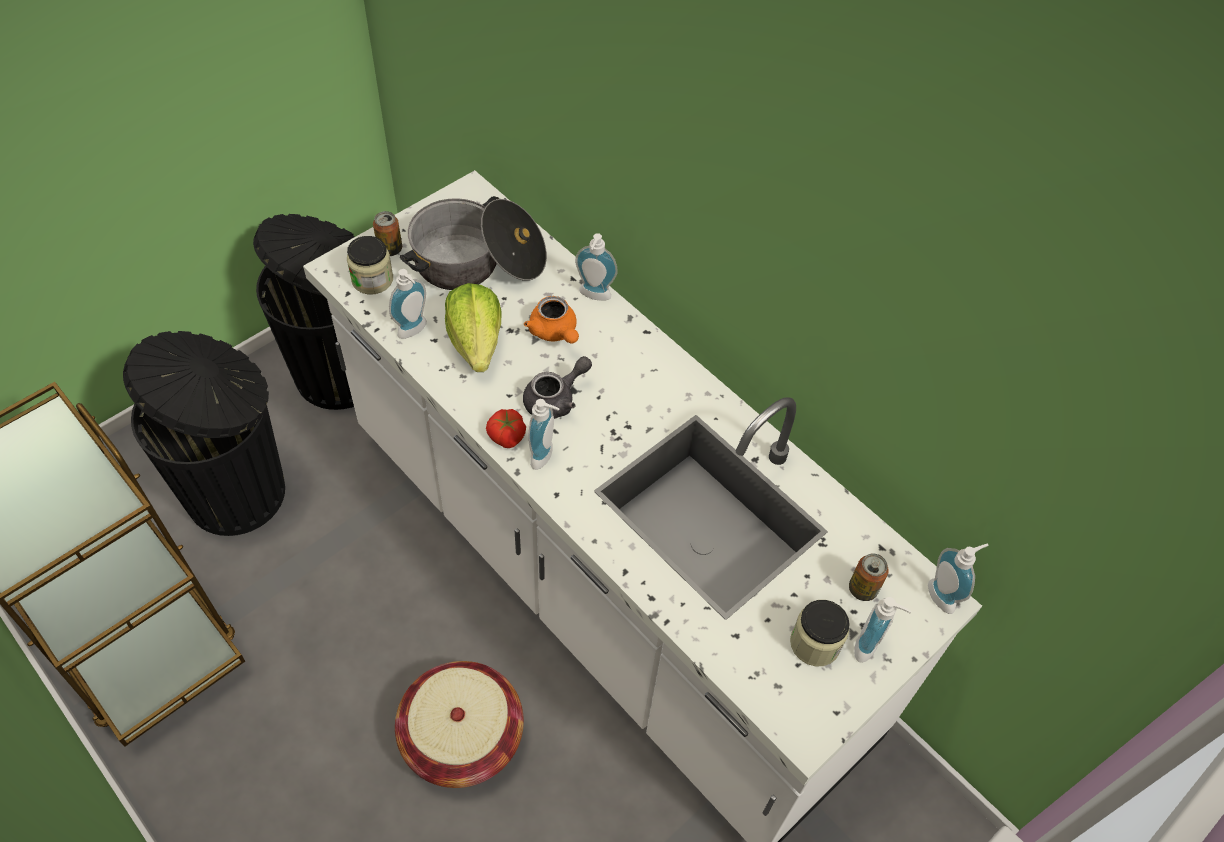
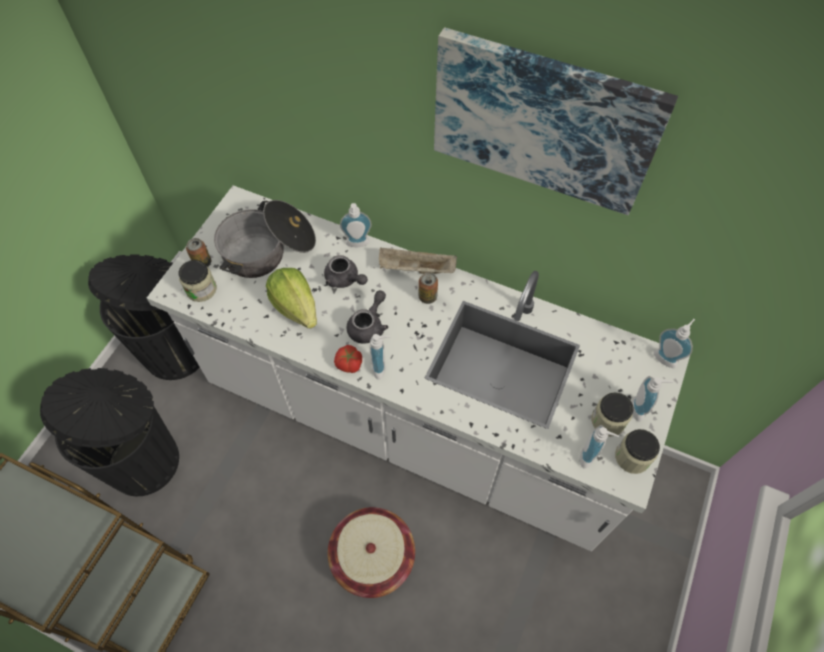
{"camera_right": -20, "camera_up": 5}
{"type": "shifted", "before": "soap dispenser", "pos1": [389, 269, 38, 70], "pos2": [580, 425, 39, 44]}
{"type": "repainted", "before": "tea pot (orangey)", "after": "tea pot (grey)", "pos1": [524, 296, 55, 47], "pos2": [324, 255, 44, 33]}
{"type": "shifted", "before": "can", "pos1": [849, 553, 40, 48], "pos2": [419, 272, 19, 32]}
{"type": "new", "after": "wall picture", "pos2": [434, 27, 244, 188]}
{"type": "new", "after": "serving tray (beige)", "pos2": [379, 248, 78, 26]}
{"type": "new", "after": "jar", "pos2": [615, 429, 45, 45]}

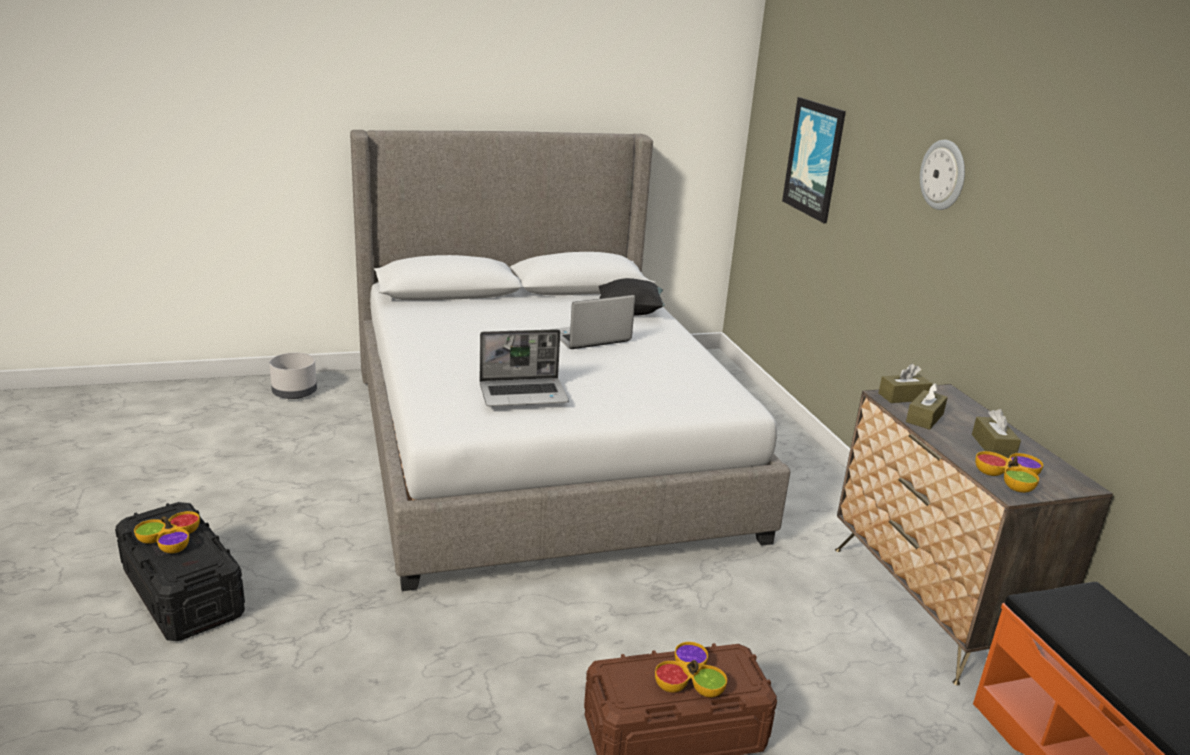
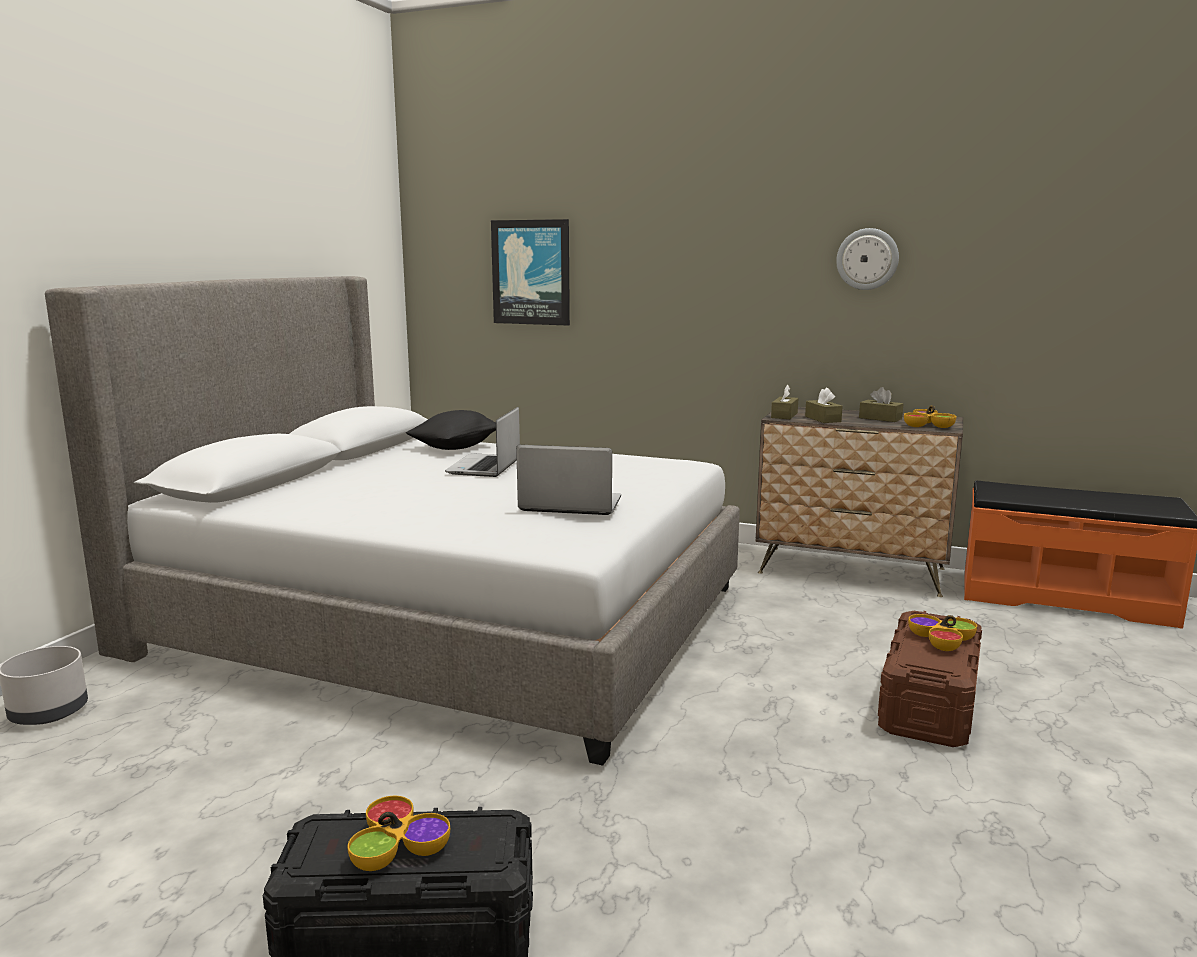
{"camera_right": -50, "camera_up": -10}
{"type": "shifted", "before": "wall clock", "pos1": [920, 140, 45, 70], "pos2": [836, 228, 63, 62]}
{"type": "rotated", "before": "laptop", "pos1": [480, 329, 89, 77], "pos2": [516, 445, 105, 70], "turn": -105}

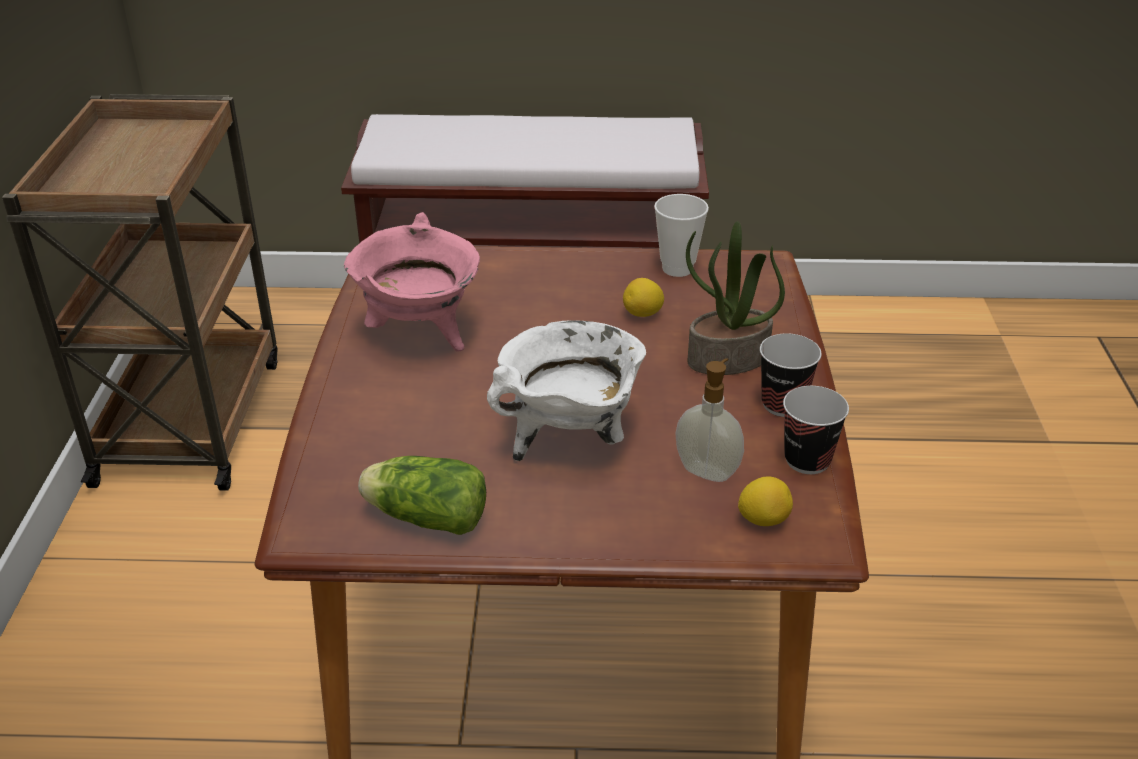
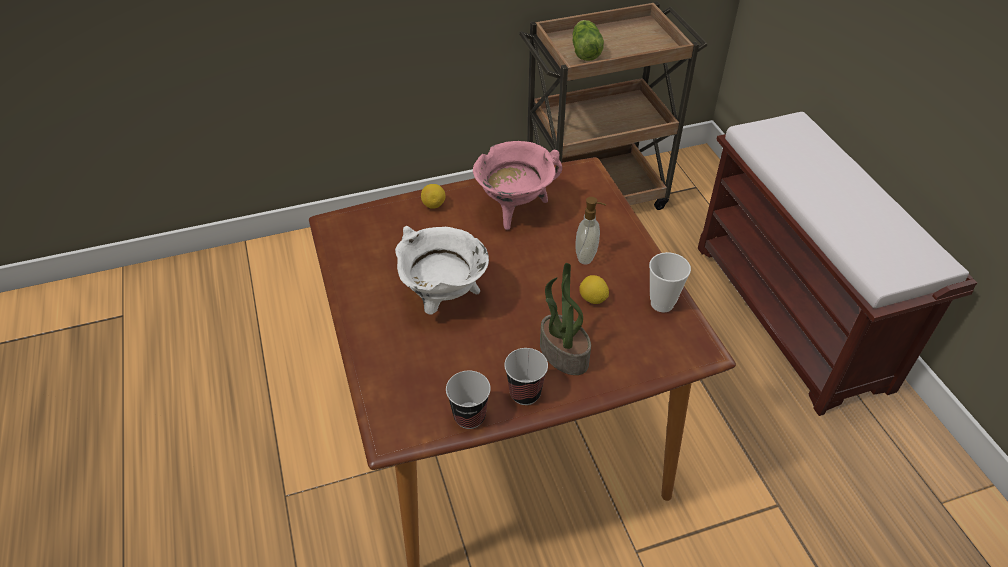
{"camera_right": 70, "camera_up": 10}
{"type": "shifted", "before": "soap dispenser", "pos1": [675, 358, 69, 124], "pos2": [576, 197, 30, 67]}
{"type": "shifted", "before": "lettuce head", "pos1": [358, 456, 128, 79], "pos2": [572, 20, 32, 41]}
{"type": "shifted", "before": "lemon", "pos1": [738, 476, 55, 50], "pos2": [421, 184, 24, 25]}

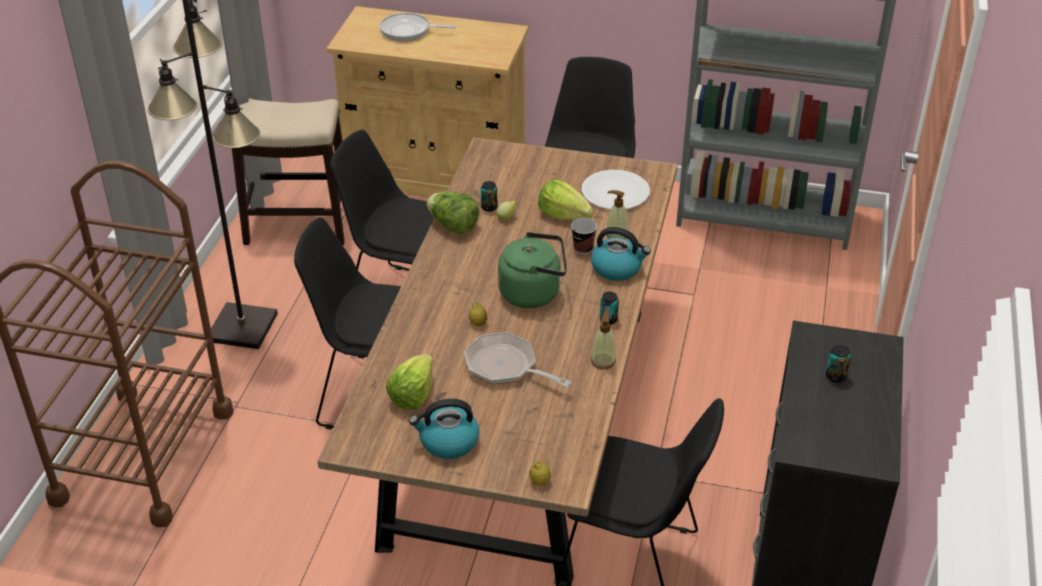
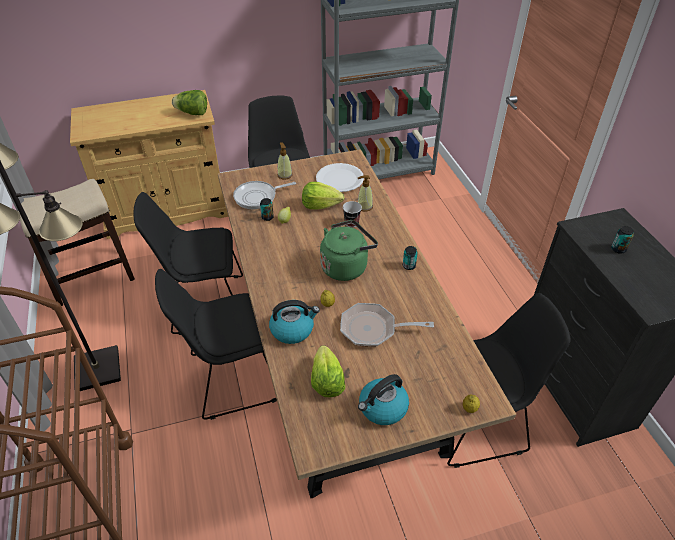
{"camera_right": -30, "camera_up": 5}
{"type": "shifted", "before": "skillet", "pos1": [379, 13, 77, 28], "pos2": [233, 181, 63, 28]}
{"type": "shifted", "before": "lettuce head", "pos1": [427, 192, 52, 43], "pos2": [172, 90, 35, 25]}
{"type": "shifted", "before": "kettle", "pos1": [591, 227, 60, 54], "pos2": [269, 300, 51, 44]}
{"type": "shifted", "before": "soap dispenser", "pos1": [591, 310, 25, 59], "pos2": [277, 142, 15, 38]}

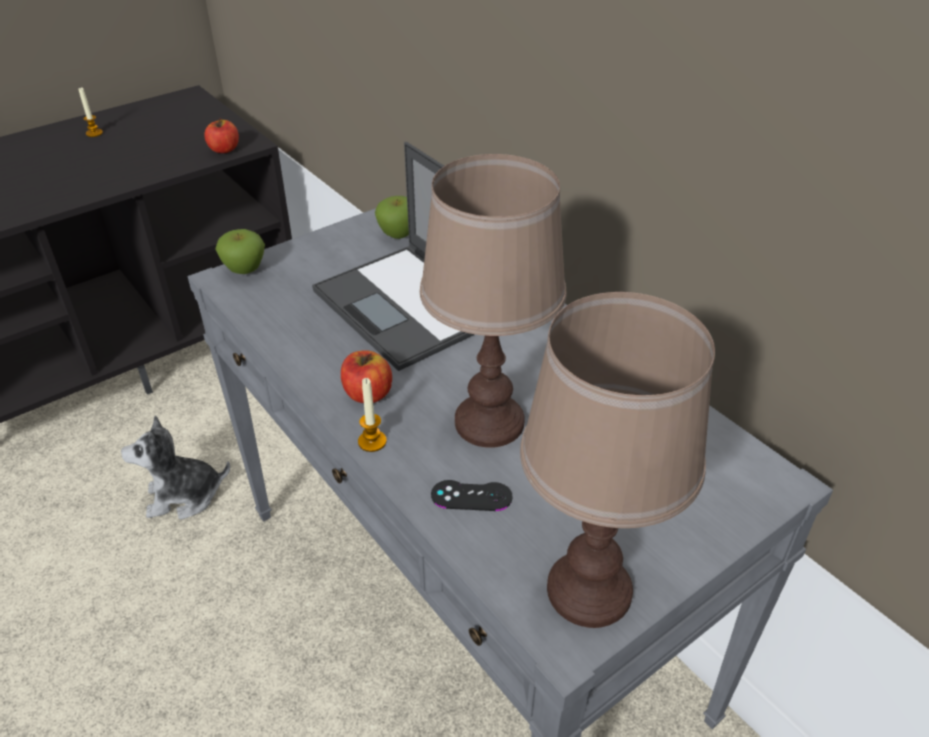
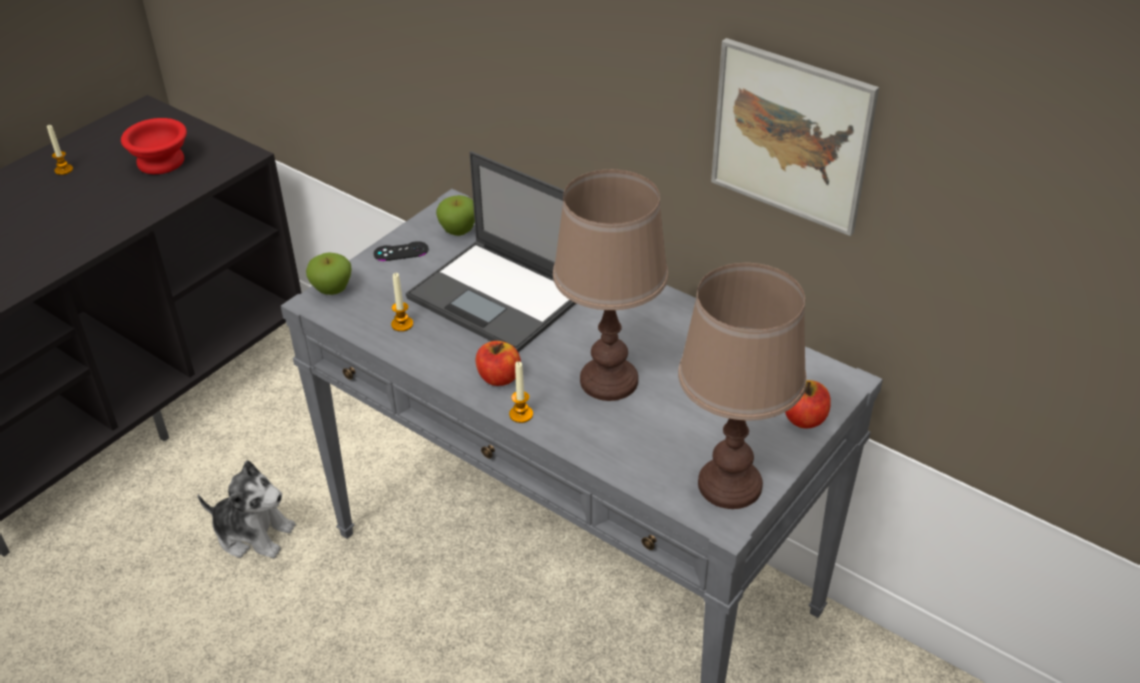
{"camera_right": -15, "camera_up": 0}
{"type": "shifted", "before": "apple", "pos1": [204, 118, 35, 35], "pos2": [785, 380, 46, 48]}
{"type": "rotated", "before": "cuddly toy", "pos1": [121, 415, 109, 105], "pos2": [198, 460, 98, 98], "turn": -135}
{"type": "shifted", "before": "gamepad (black-coloured)", "pos1": [431, 480, 82, 31], "pos2": [374, 241, 54, 20]}
{"type": "new", "after": "wall picture", "pos2": [711, 38, 168, 198]}
{"type": "new", "after": "deep dish (red)", "pos2": [121, 118, 66, 56]}
{"type": "new", "after": "wax light", "pos2": [391, 273, 22, 59]}

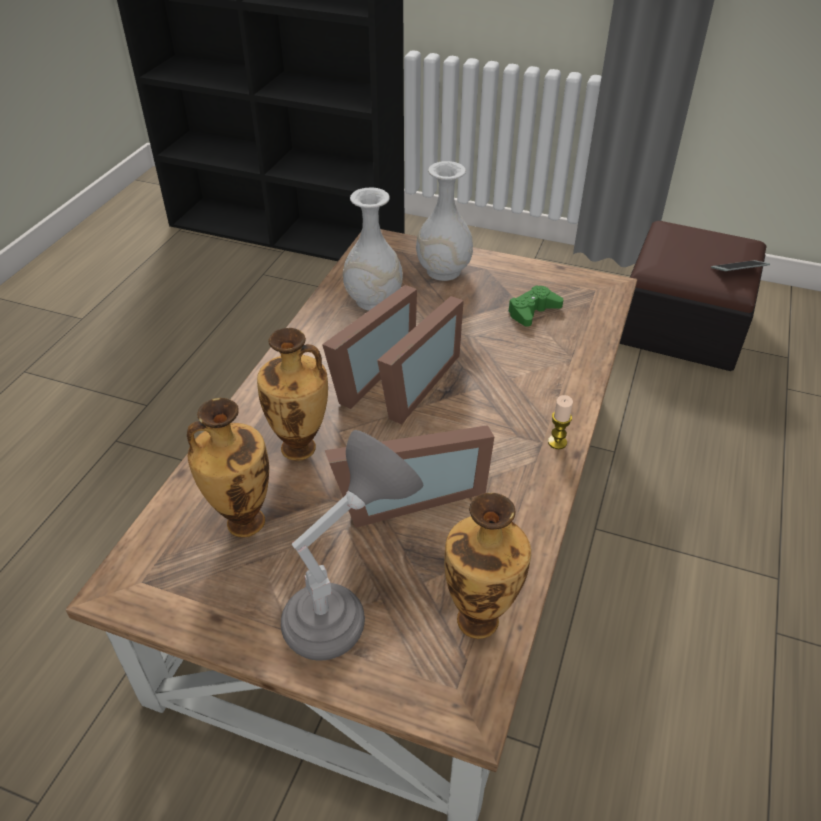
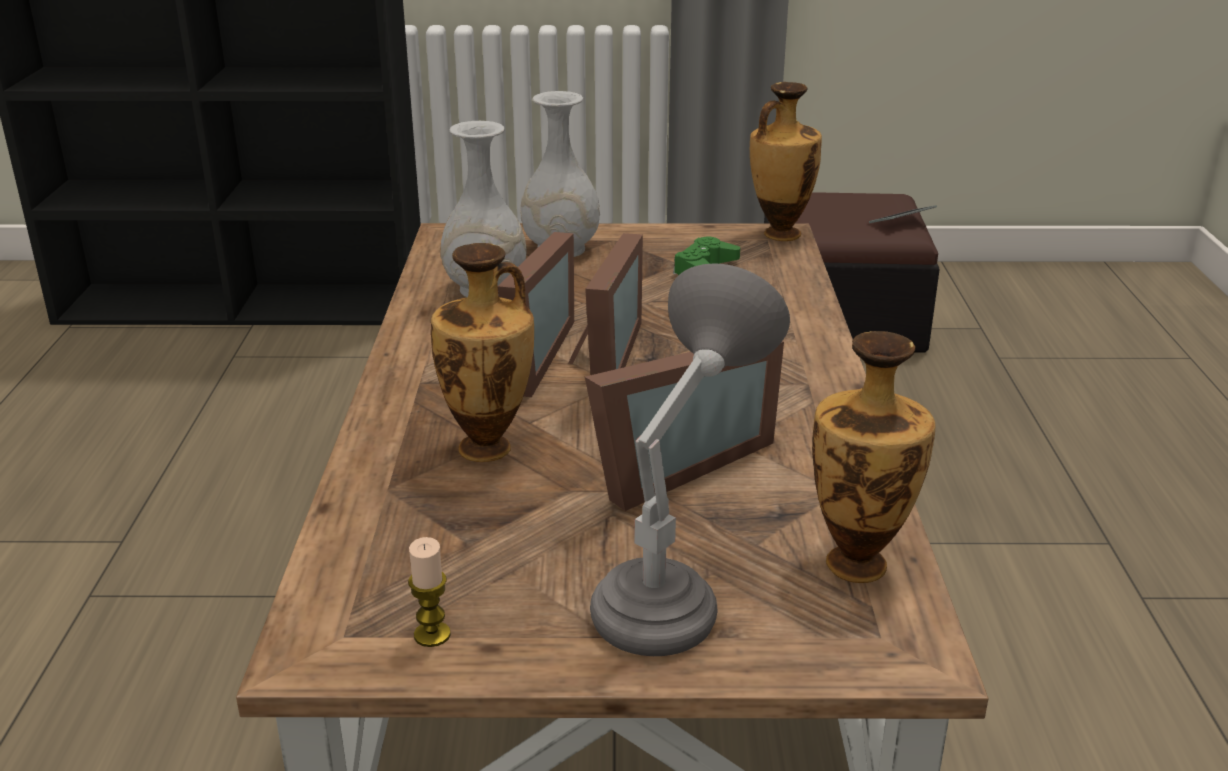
{"camera_right": -20, "camera_up": -15}
{"type": "shifted", "before": "wax light", "pos1": [548, 395, 25, 54], "pos2": [408, 537, 43, 110]}
{"type": "shifted", "before": "flower vase", "pos1": [187, 398, 82, 139], "pos2": [750, 82, 72, 159]}

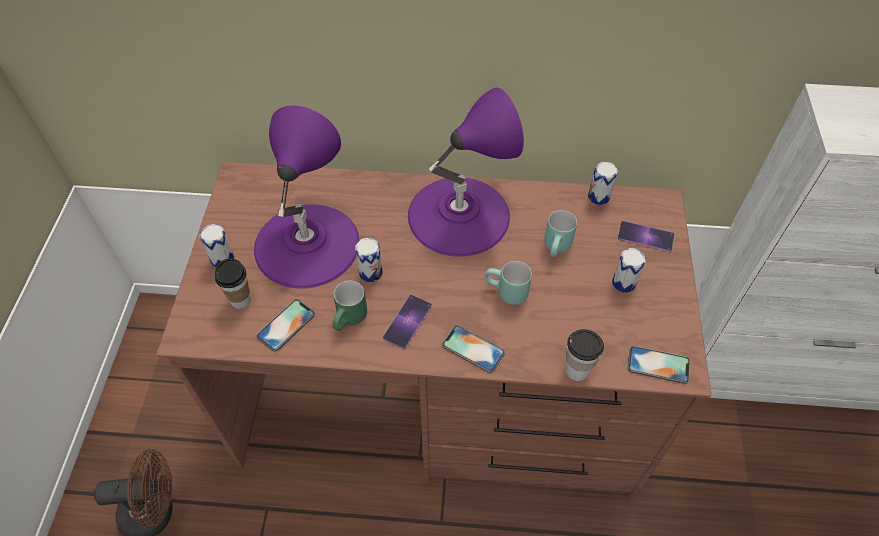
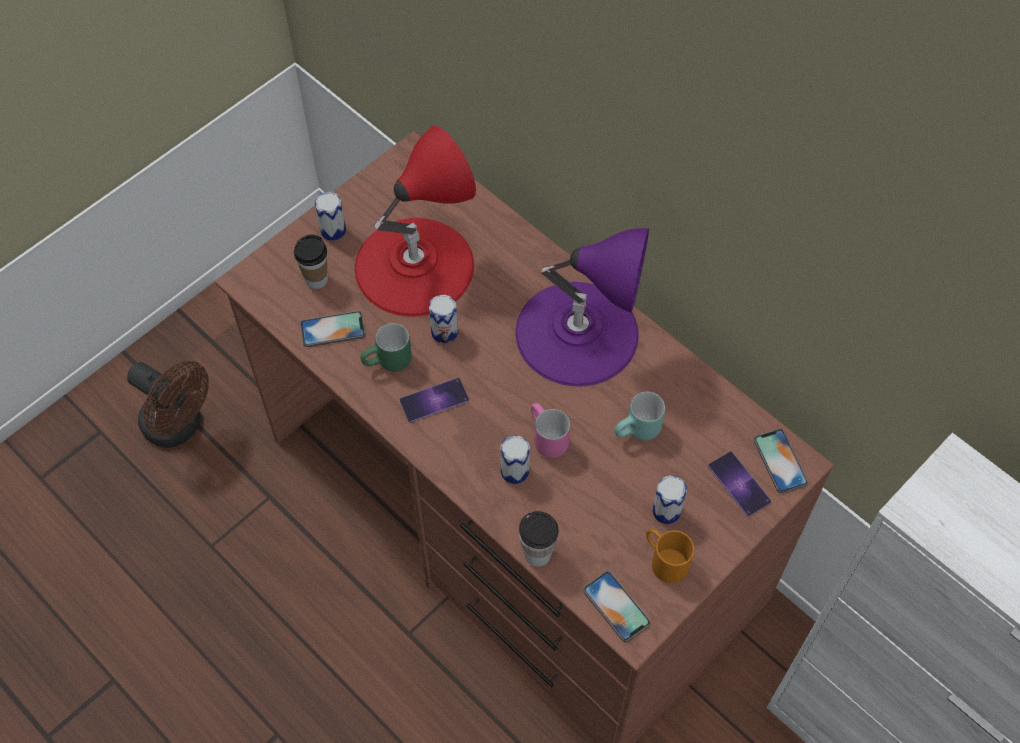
{"camera_right": 40, "camera_up": 5}
{"type": "repainted", "before": "lamp for a table (purplish)", "after": "lamp for a table (red)", "pos1": [254, 105, 106, 184], "pos2": [355, 126, 121, 191]}
{"type": "shifted", "before": "can", "pos1": [588, 162, 30, 43], "pos2": [501, 435, 29, 49]}
{"type": "repainted", "before": "tea mug (turquoise)", "after": "tea mug (pink-coloured)", "pos1": [485, 261, 47, 44], "pos2": [531, 403, 39, 55]}
{"type": "shifted", "before": "telephone", "pos1": [442, 325, 63, 48], "pos2": [754, 429, 54, 64]}
{"type": "new", "after": "tea mug (orangey)", "pos2": [646, 529, 48, 54]}

